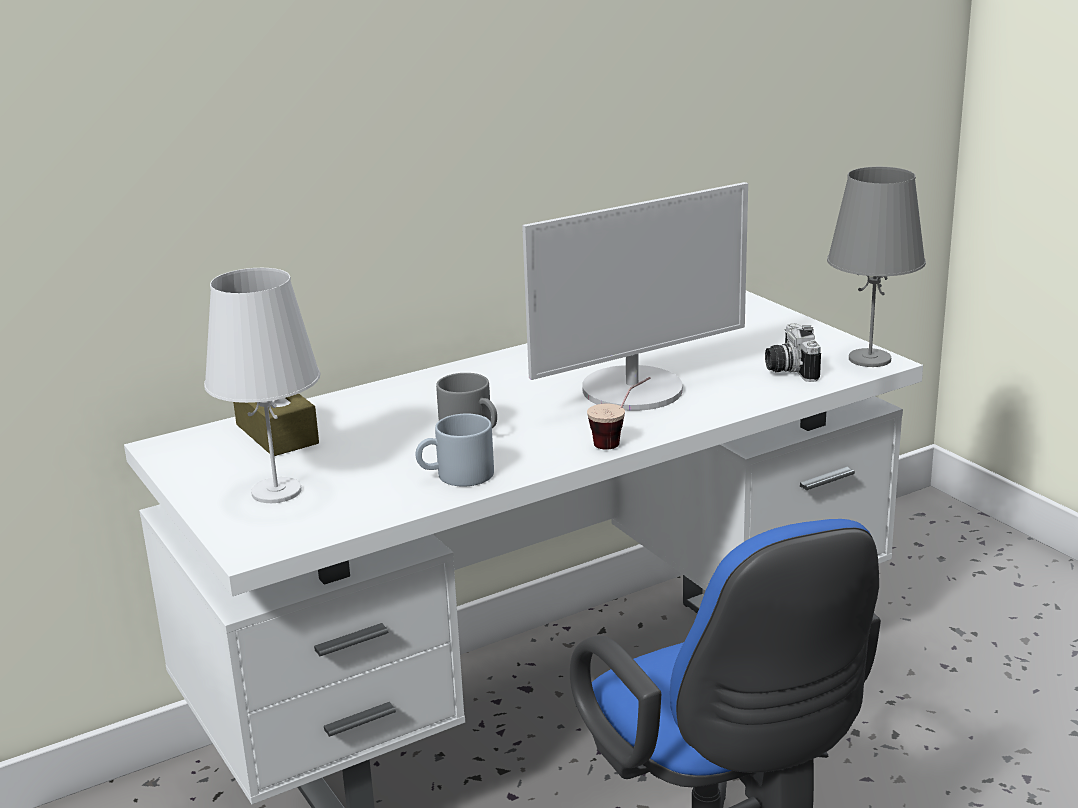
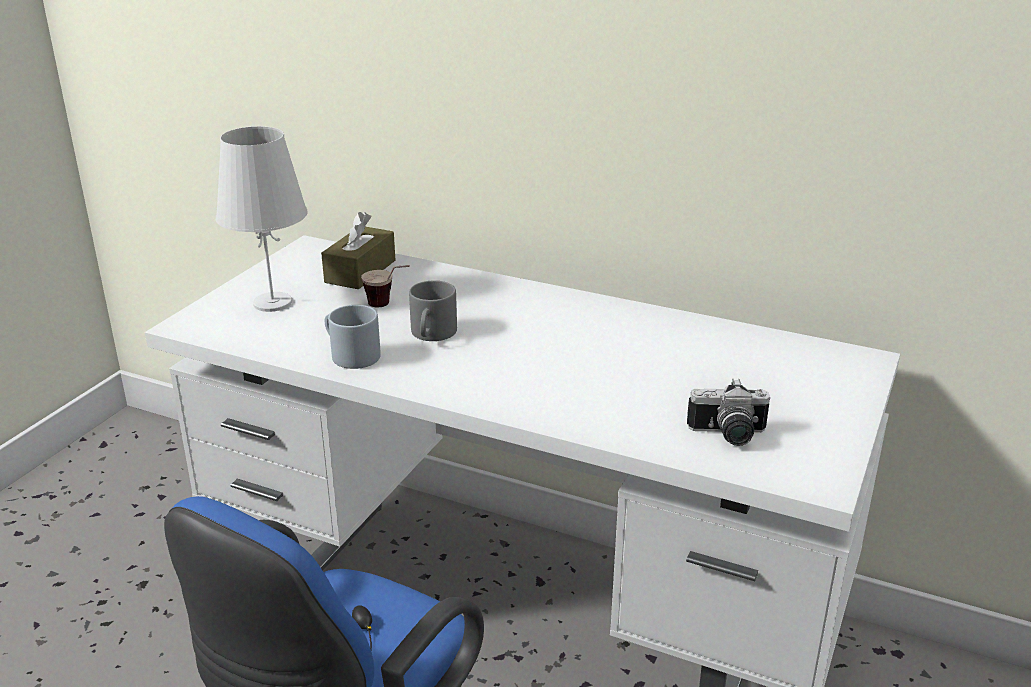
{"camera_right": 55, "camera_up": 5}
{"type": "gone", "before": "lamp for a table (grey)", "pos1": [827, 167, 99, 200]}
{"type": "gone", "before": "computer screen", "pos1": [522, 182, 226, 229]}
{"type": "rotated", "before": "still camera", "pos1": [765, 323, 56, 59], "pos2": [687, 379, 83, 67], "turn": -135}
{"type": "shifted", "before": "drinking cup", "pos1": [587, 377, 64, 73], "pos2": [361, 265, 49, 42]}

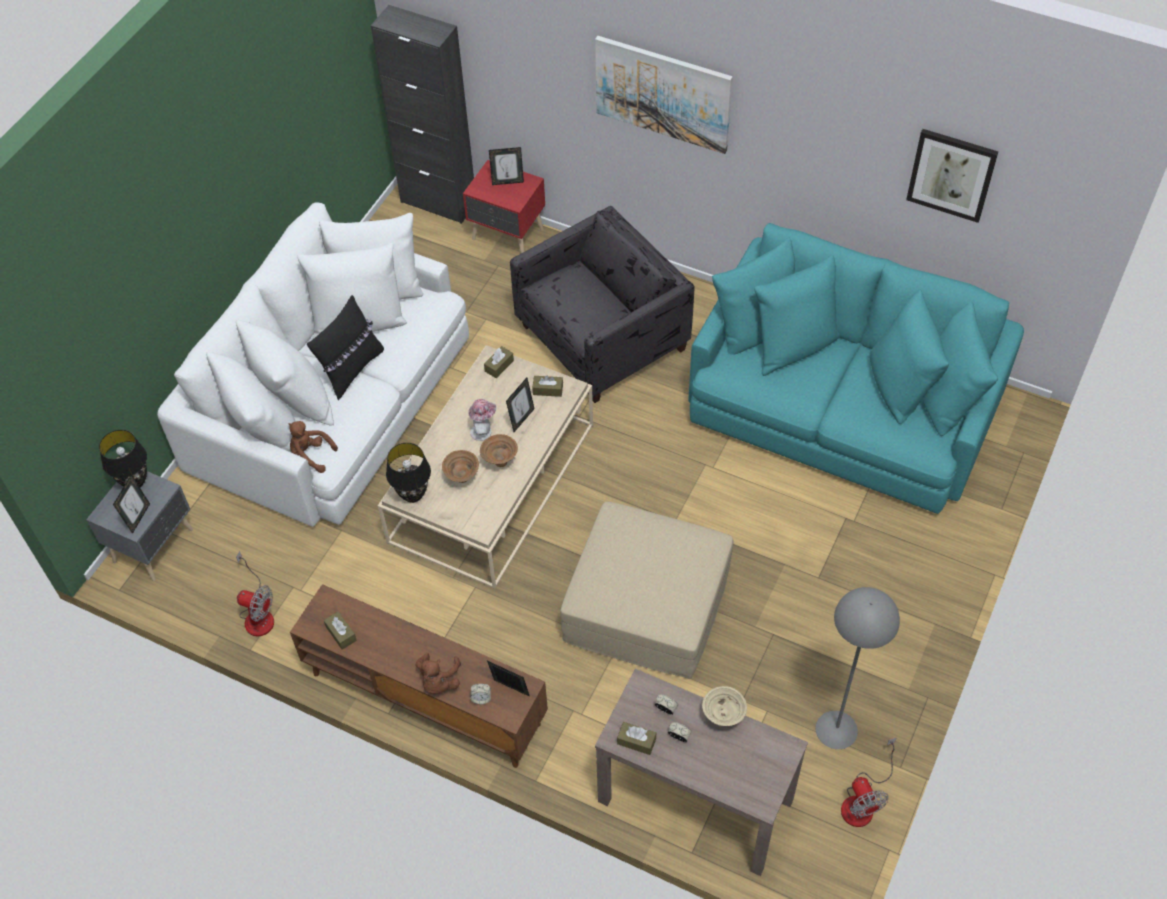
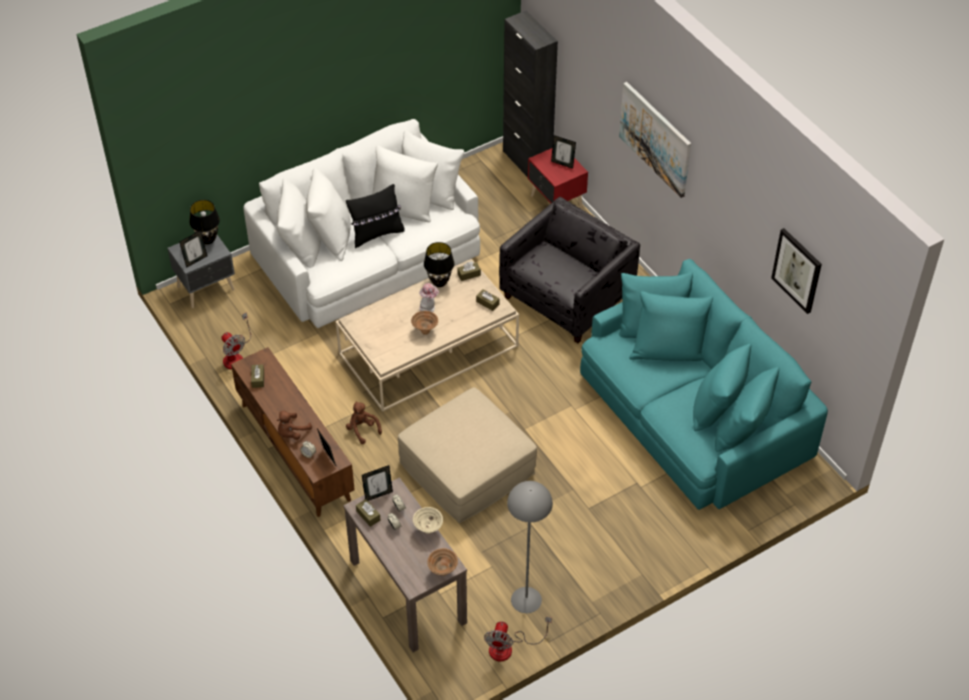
{"camera_right": 30, "camera_up": -5}
{"type": "rotated", "before": "easy chair (grey)", "pos1": [510, 206, 185, 197], "pos2": [499, 197, 141, 146], "turn": -45}
{"type": "shifted", "before": "standing frame", "pos1": [506, 378, 29, 54], "pos2": [362, 465, 31, 36]}
{"type": "shifted", "before": "cuddly toy (brownish)", "pos1": [288, 421, 50, 52], "pos2": [346, 402, 36, 42]}
{"type": "shifted", "before": "lamp for a table (black-coloured)", "pos1": [386, 443, 45, 60], "pos2": [424, 242, 30, 45]}
{"type": "shifted", "before": "deep dish (brownish)", "pos1": [442, 450, 37, 33], "pos2": [427, 548, 31, 28]}

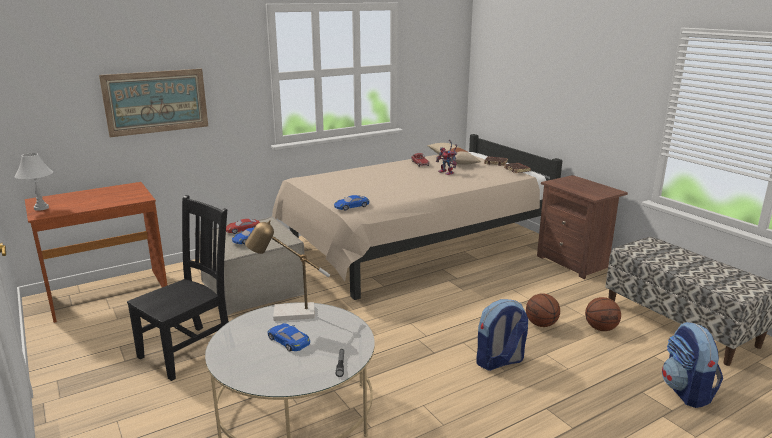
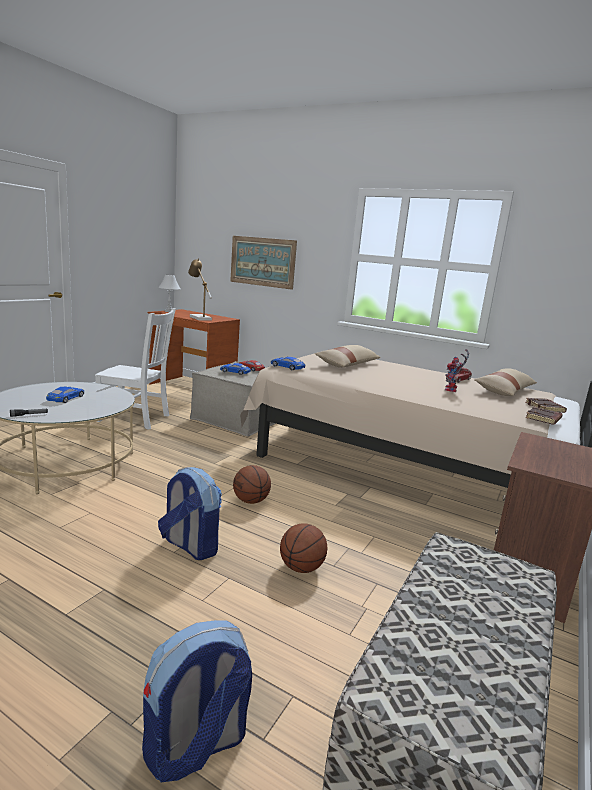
{"camera_right": 60, "camera_up": -5}
{"type": "repainted", "before": "upright chair (black-coloured)", "after": "upright chair (white-coloured)", "pos1": [127, 195, 102, 186], "pos2": [95, 308, 81, 122]}
{"type": "shifted", "before": "lamp for a table", "pos1": [245, 220, 85, 101], "pos2": [188, 258, 24, 62]}
{"type": "shifted", "before": "basketball", "pos1": [585, 297, 36, 34], "pos2": [233, 465, 38, 39]}
{"type": "new", "after": "cushion (beige)", "pos2": [315, 345, 66, 23]}

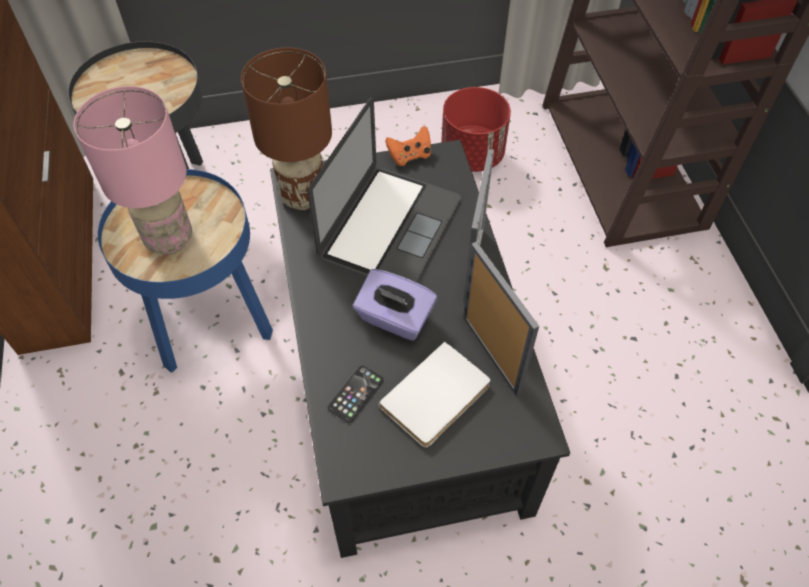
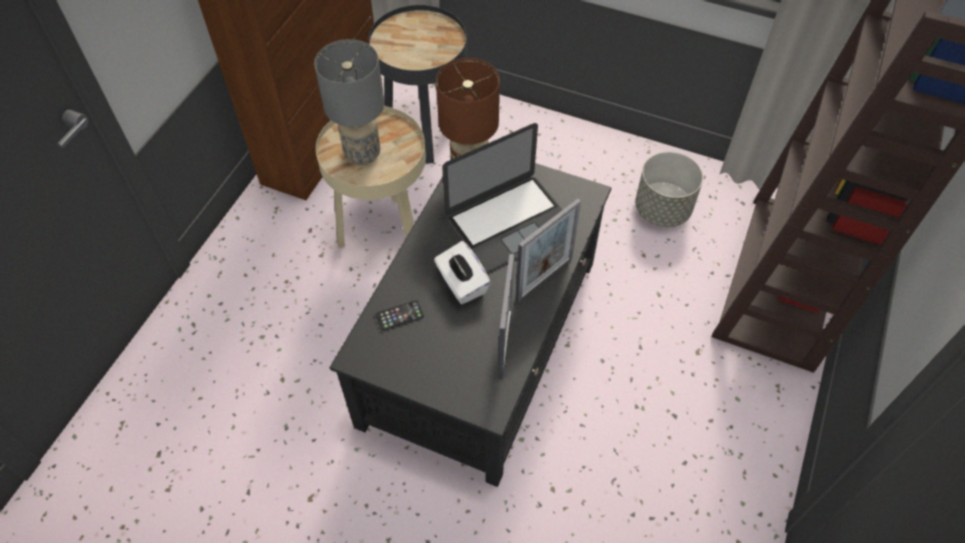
{"camera_right": 35, "camera_up": 0}
{"type": "repainted", "before": "lamp for a table (pink-coloured)", "after": "lamp for a table (grey)", "pos1": [74, 86, 118, 169], "pos2": [314, 39, 70, 126]}
{"type": "repainted", "before": "flower pot (red)", "after": "flower pot (grey)", "pos1": [441, 87, 70, 85], "pos2": [635, 152, 68, 75]}
{"type": "gone", "before": "gamepad (orangey)", "pos1": [385, 126, 46, 40]}
{"type": "repainted", "before": "accent table (blue-coloured)", "after": "accent table (beige)", "pos1": [98, 169, 175, 204], "pos2": [316, 106, 110, 142]}
{"type": "repainted", "before": "tissue box (purplish)", "after": "tissue box (white-coloured)", "pos1": [353, 269, 84, 72], "pos2": [434, 241, 57, 63]}
{"type": "gone", "before": "book (white-coloured)", "pos1": [378, 342, 112, 106]}

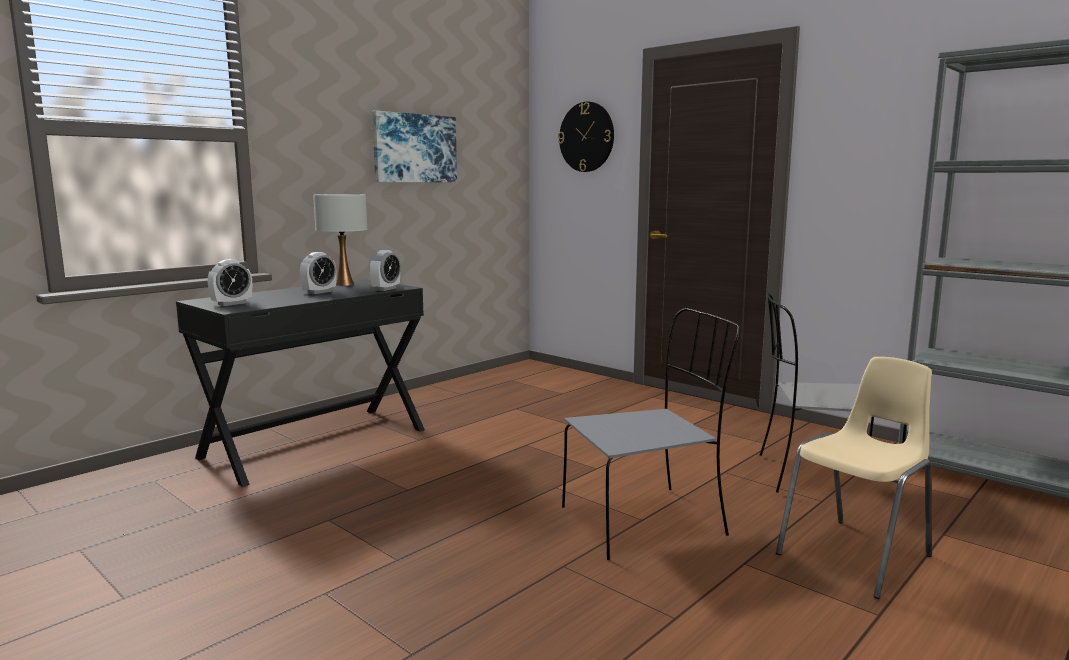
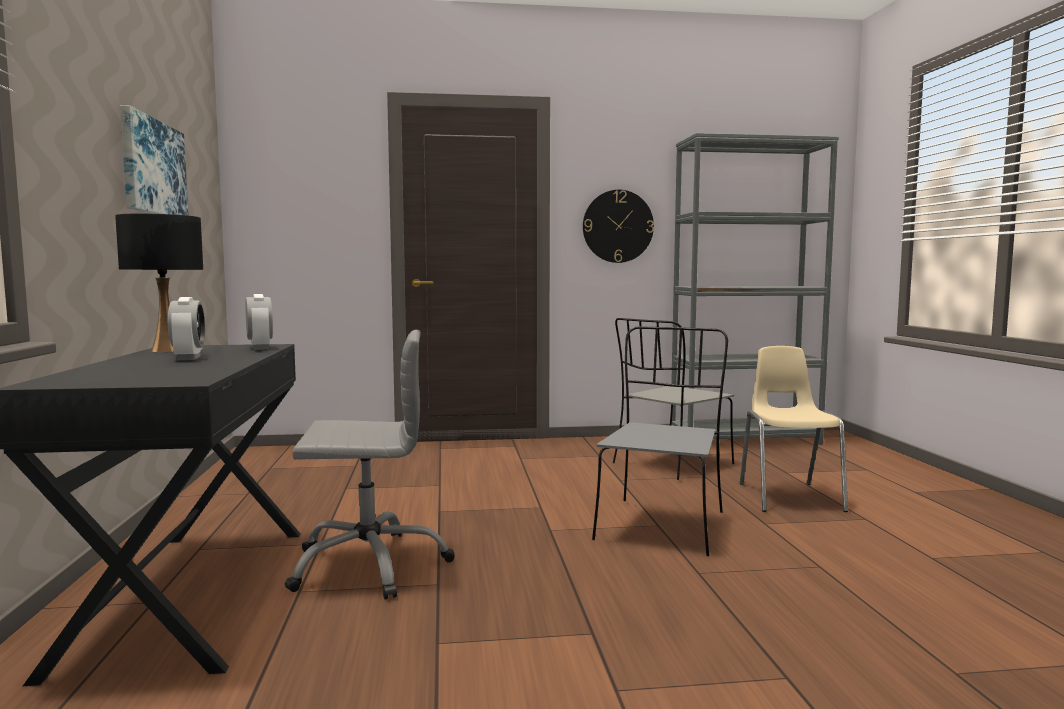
{"camera_right": -50, "camera_up": -5}
{"type": "shifted", "before": "wall clock", "pos1": [558, 101, 56, 71], "pos2": [583, 190, 71, 73]}
{"type": "repainted", "before": "lamp for a table (white-coloured)", "after": "lamp for a table (black-coloured)", "pos1": [313, 194, 54, 92], "pos2": [115, 214, 88, 138]}
{"type": "gone", "before": "alarm clock", "pos1": [208, 259, 44, 47]}
{"type": "new", "after": "computer chair (grey)", "pos2": [284, 330, 171, 270]}

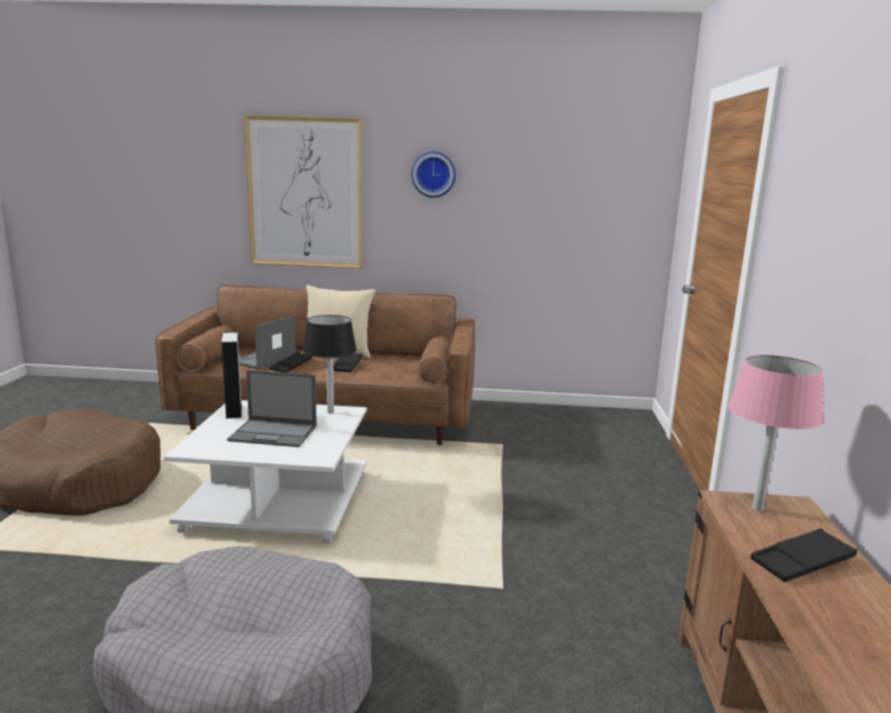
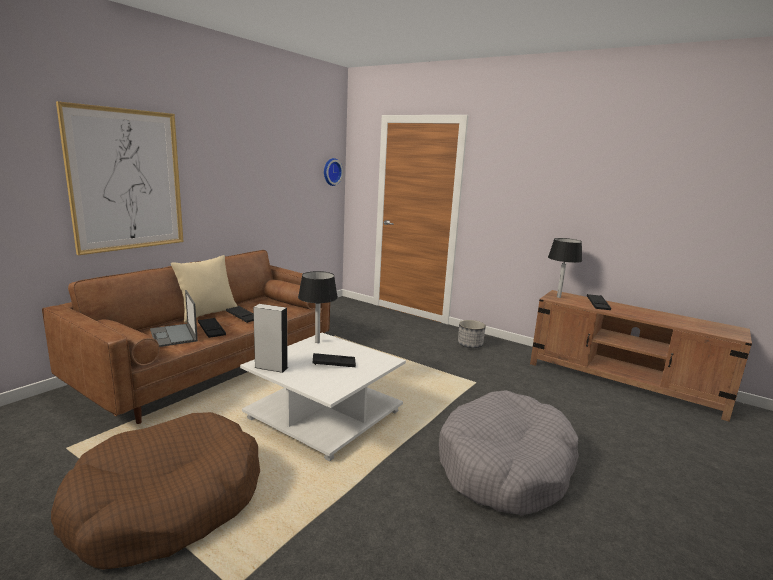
{"camera_right": -60, "camera_up": 0}
{"type": "shifted", "before": "wall clock", "pos1": [411, 151, 45, 47], "pos2": [324, 158, 19, 28]}
{"type": "repainted", "before": "lamp for a table (pink-coloured)", "after": "lamp for a table (black-coloured)", "pos1": [728, 355, 95, 156], "pos2": [548, 238, 34, 60]}
{"type": "swapped", "before": "laptop", "after": "serving tray (black-coloured)", "pos1": [227, 370, 90, 77], "pos2": [313, 353, 43, 14]}
{"type": "new", "after": "flower pot", "pos2": [458, 320, 28, 28]}

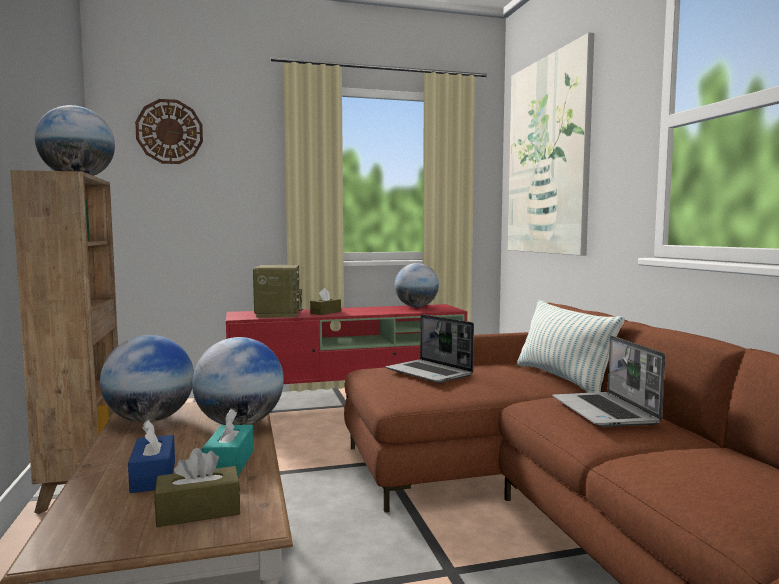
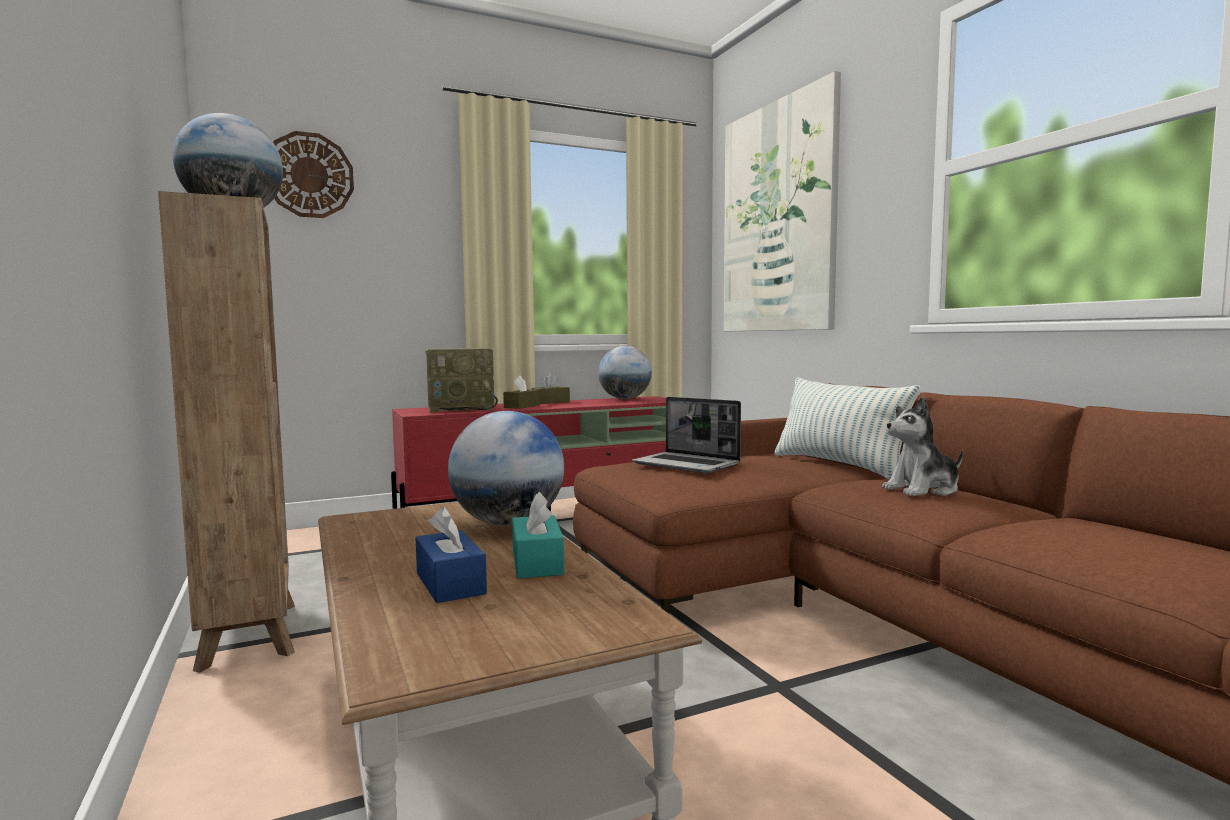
{"camera_right": -10, "camera_up": 0}
{"type": "rotated", "before": "radio receiver", "pos1": [253, 265, 50, 53], "pos2": [426, 348, 72, 65], "turn": 90}
{"type": "gone", "before": "desk globe", "pos1": [100, 335, 94, 88]}
{"type": "swapped", "before": "laptop", "after": "cuddly toy", "pos1": [552, 336, 113, 91], "pos2": [882, 397, 81, 99]}
{"type": "shifted", "before": "tissue box (brownish)", "pos1": [154, 448, 87, 79], "pos2": [531, 373, 39, 31]}

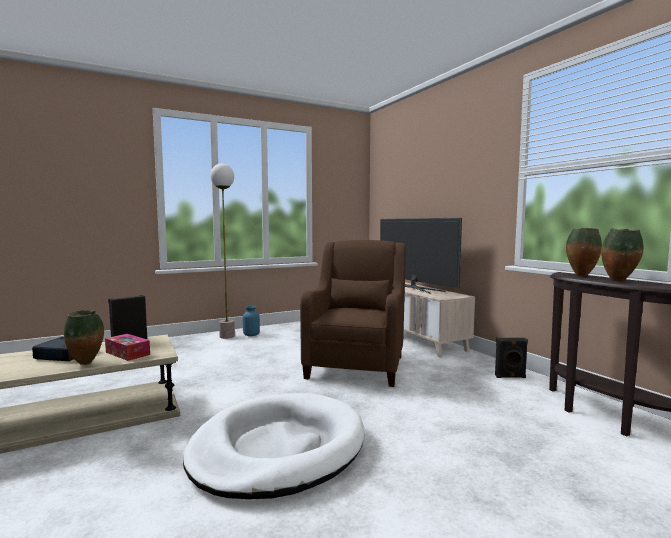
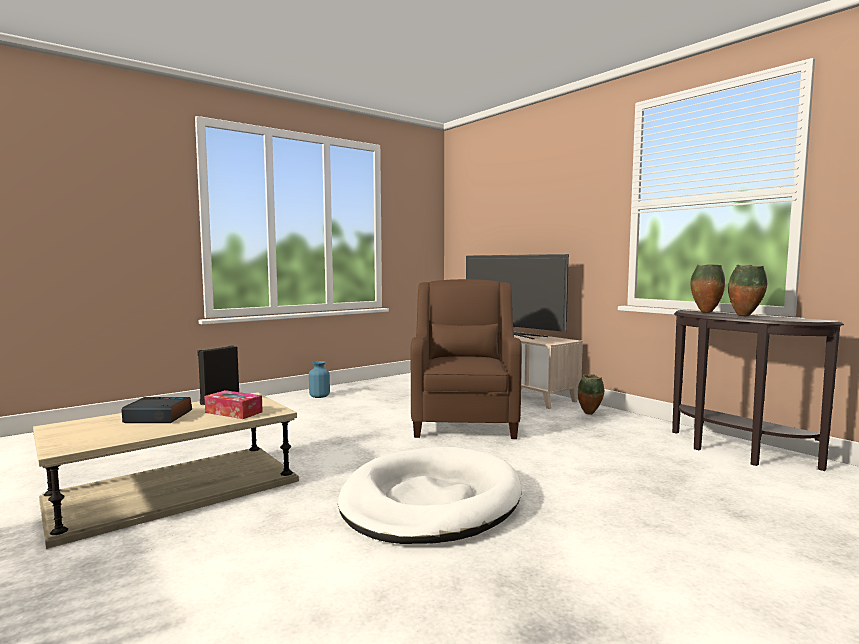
{"camera_right": -10, "camera_up": 0}
{"type": "gone", "before": "standard lamp", "pos1": [210, 163, 25, 176]}
{"type": "shifted", "before": "flower vase", "pos1": [64, 310, 40, 55], "pos2": [578, 374, 26, 41]}
{"type": "gone", "before": "audio speaker (black-coloured)", "pos1": [495, 338, 33, 40]}

